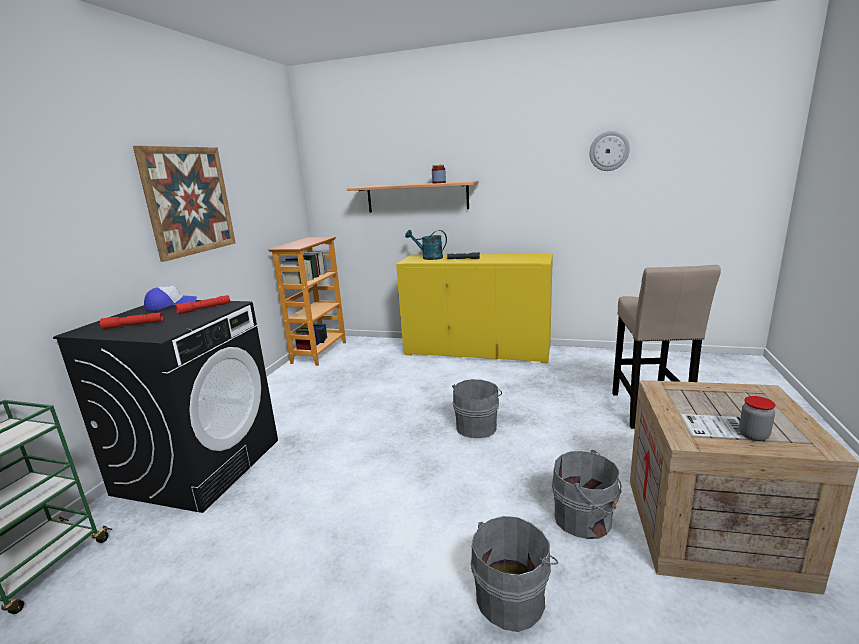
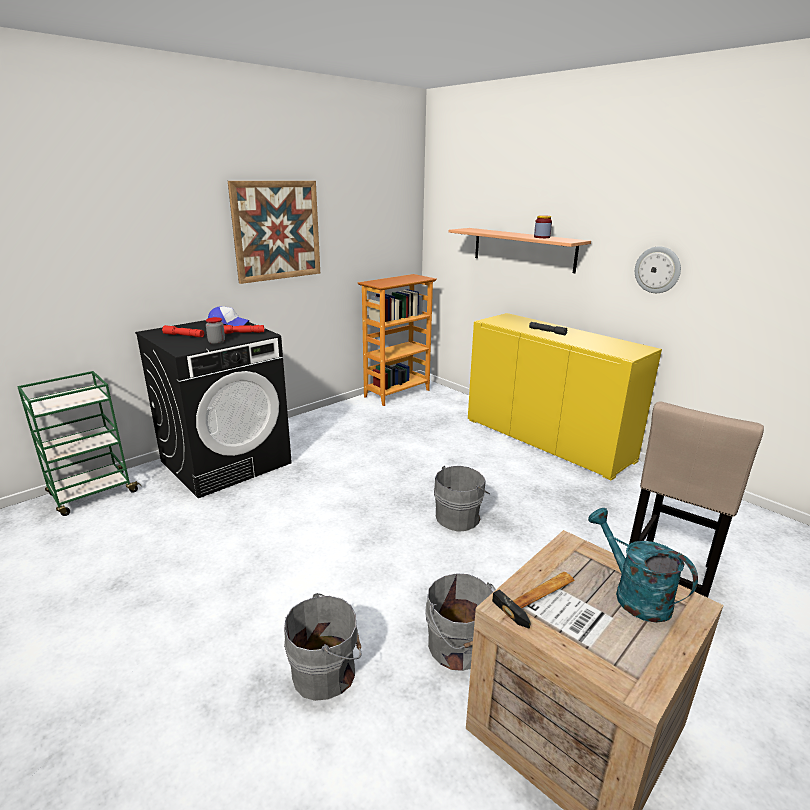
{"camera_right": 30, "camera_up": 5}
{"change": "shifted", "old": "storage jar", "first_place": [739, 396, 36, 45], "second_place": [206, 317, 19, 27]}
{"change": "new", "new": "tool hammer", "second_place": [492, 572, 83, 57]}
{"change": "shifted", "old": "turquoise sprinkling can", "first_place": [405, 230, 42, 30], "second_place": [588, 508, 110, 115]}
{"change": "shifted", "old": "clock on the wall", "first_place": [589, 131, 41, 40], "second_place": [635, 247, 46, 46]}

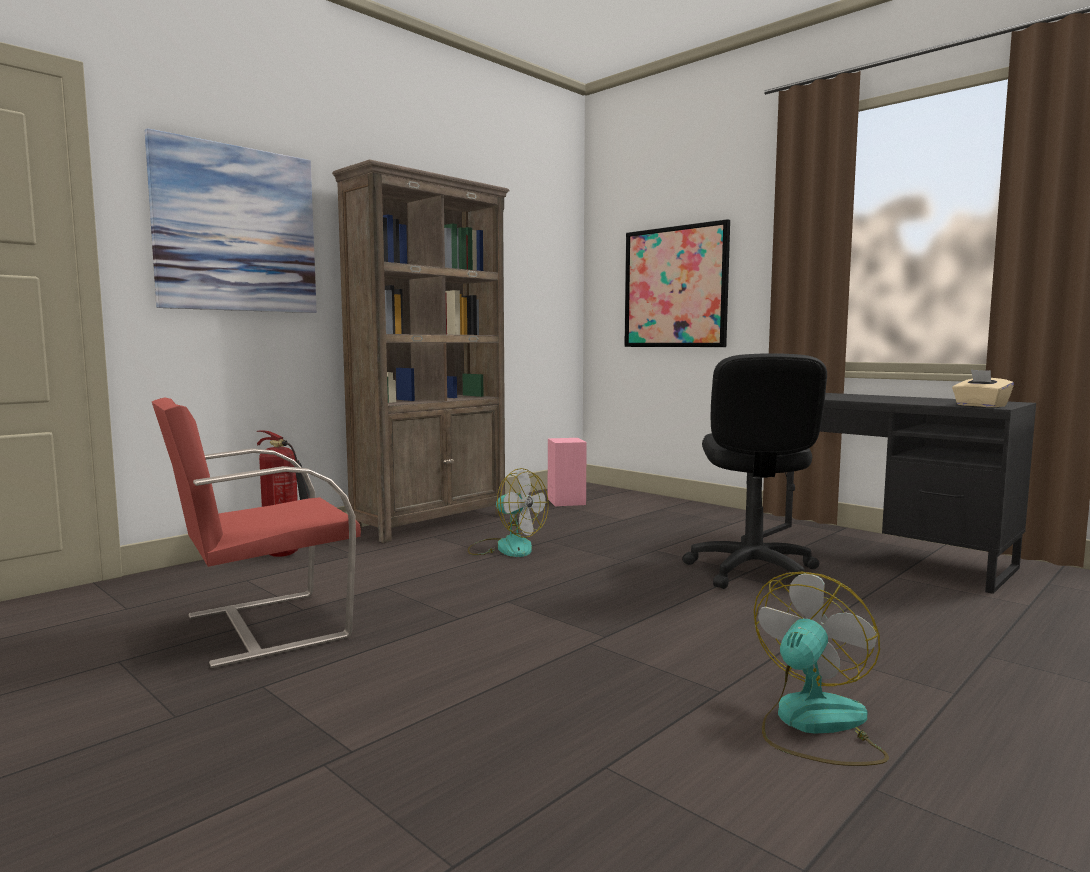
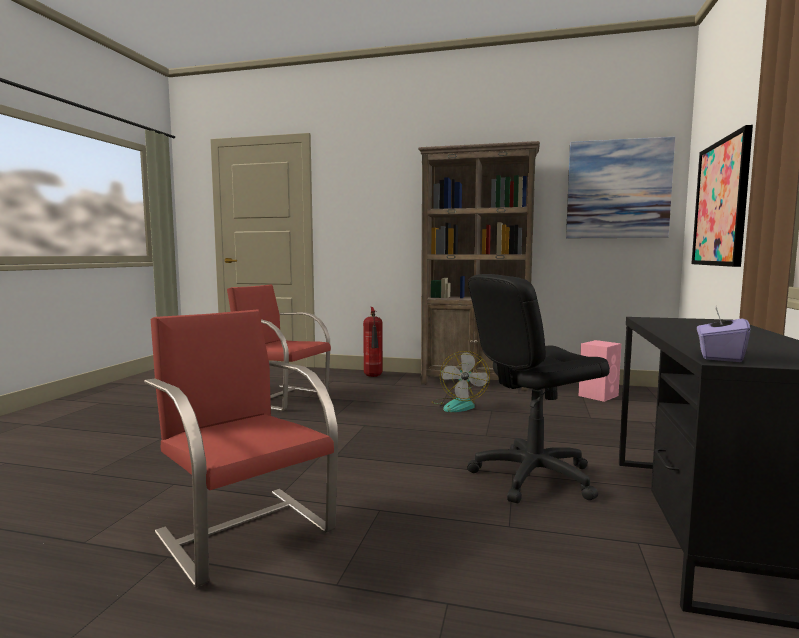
{"camera_right": 60, "camera_up": 0}
{"change": "swapped", "old": "electric fan", "new": "red upright chair", "first_place": [754, 572, 135, 194], "second_place": [144, 309, 194, 279]}
{"change": "shifted", "old": "wall picture", "first_place": [144, 128, 173, 185], "second_place": [566, 137, 109, 101]}
{"change": "repainted", "old": "sand-coloured tissue holder", "new": "purple-coloured tissue holder", "first_place": [952, 369, 62, 38], "second_place": [697, 307, 53, 55]}

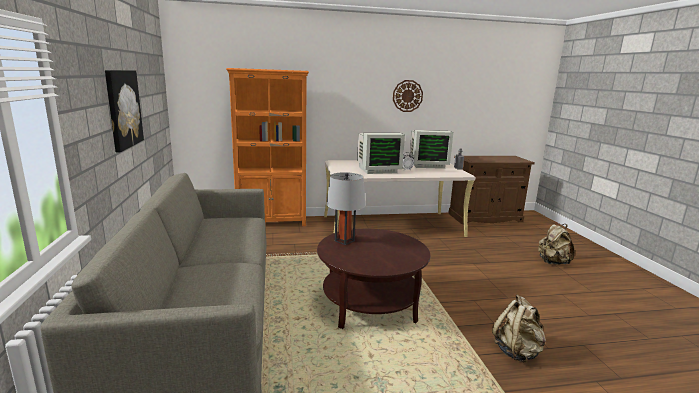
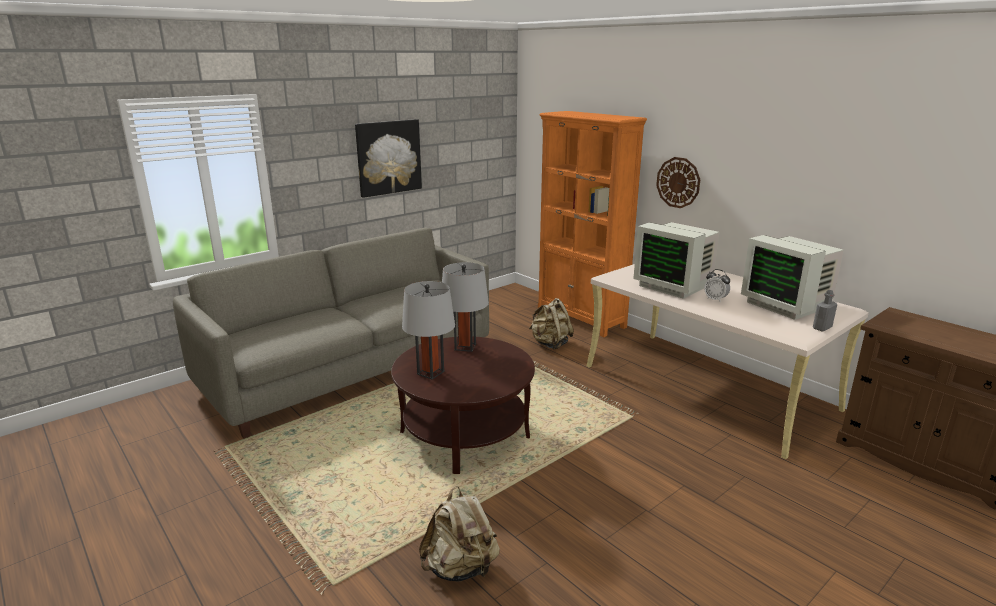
{"camera_right": 60, "camera_up": 5}
{"change": "new", "new": "gray tabletop lamp", "second_place": [402, 281, 53, 98]}
{"change": "shifted", "old": "sand-coloured rucksack", "first_place": [538, 224, 37, 40], "second_place": [529, 298, 45, 52]}
{"change": "shifted", "old": "clock on the wall", "first_place": [393, 80, 30, 32], "second_place": [656, 157, 44, 51]}

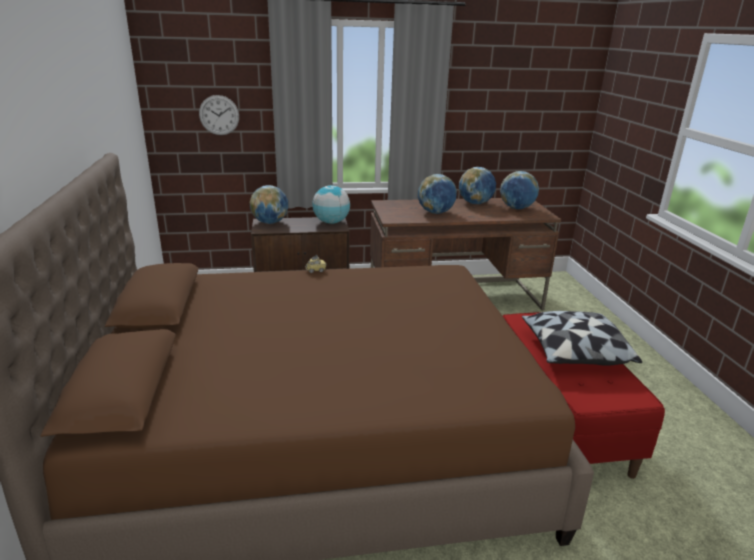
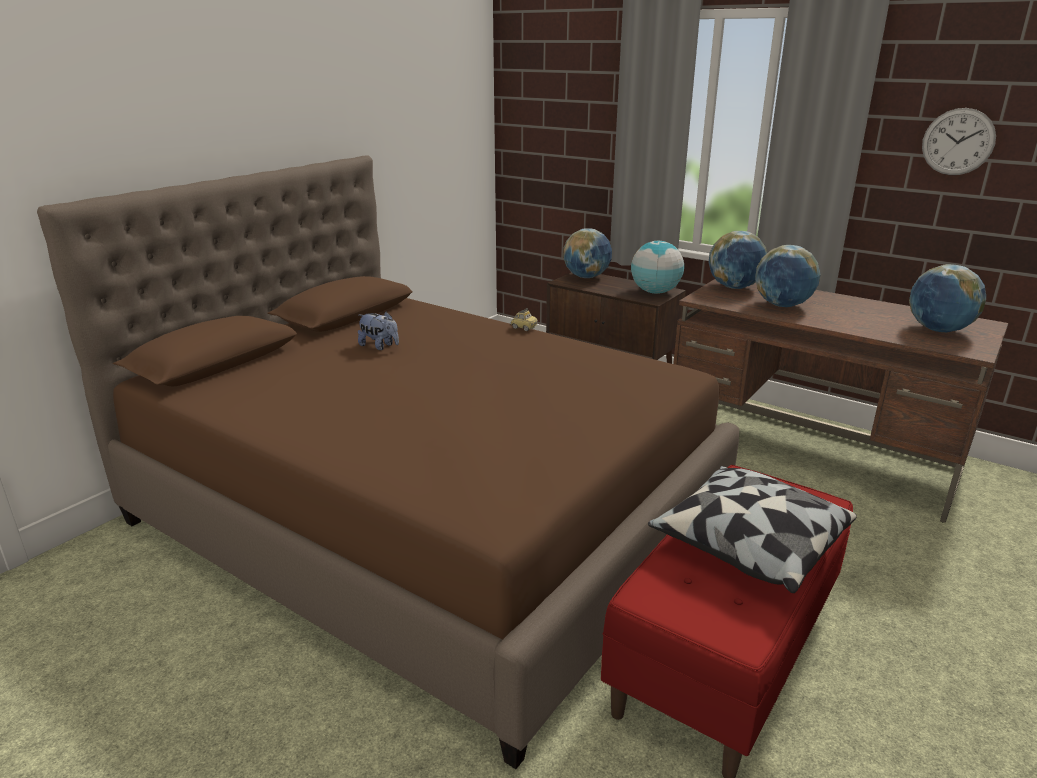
{"camera_right": 45, "camera_up": 0}
{"change": "new", "new": "soft toy", "second_place": [358, 312, 41, 38]}
{"change": "shifted", "old": "desk globe", "first_place": [459, 167, 37, 37], "second_place": [708, 231, 59, 58]}
{"change": "shifted", "old": "clock on the wall", "first_place": [199, 95, 40, 40], "second_place": [922, 108, 74, 67]}

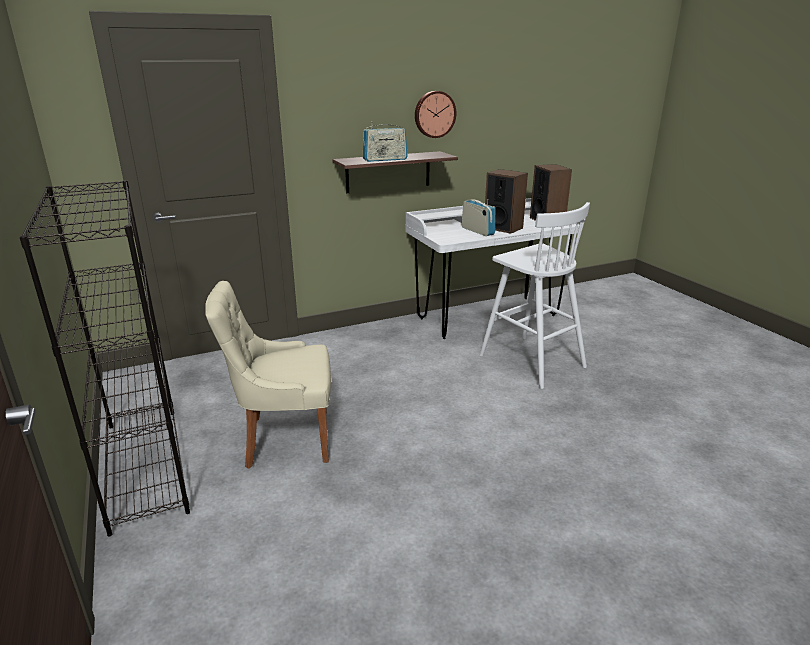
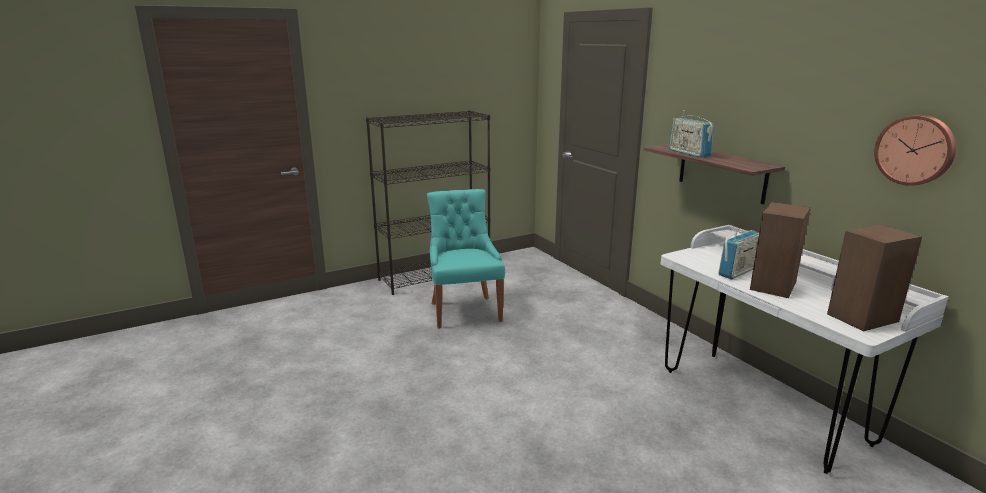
{"camera_right": 85, "camera_up": -5}
{"change": "repainted", "old": "sand-coloured upright chair", "new": "turquoise upright chair", "first_place": [205, 281, 126, 188], "second_place": [427, 189, 78, 140]}
{"change": "shifted", "old": "clock on the wall", "first_place": [415, 91, 41, 47], "second_place": [874, 115, 82, 71]}
{"change": "gone", "old": "whitish stool", "first_place": [480, 202, 110, 187]}

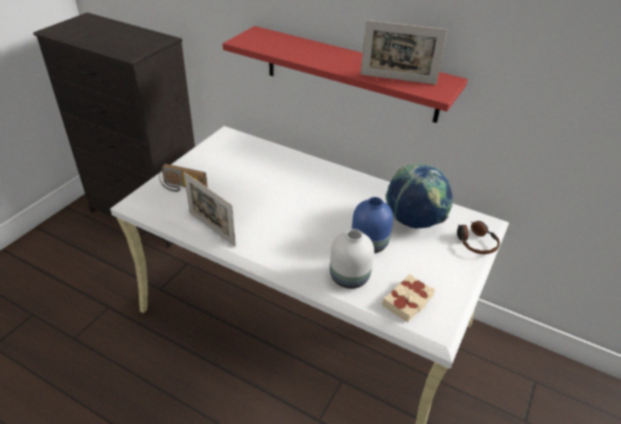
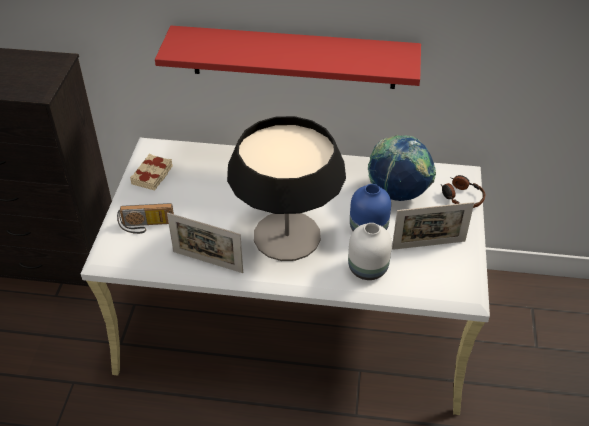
{"camera_right": -20, "camera_up": 5}
{"change": "shifted", "old": "sand-coloured book", "first_place": [382, 274, 53, 48], "second_place": [130, 154, 43, 37]}
{"change": "new", "new": "tabletop lamp", "second_place": [227, 116, 119, 145]}
{"change": "shifted", "old": "standing frame", "first_place": [360, 20, 87, 64], "second_place": [392, 202, 82, 48]}

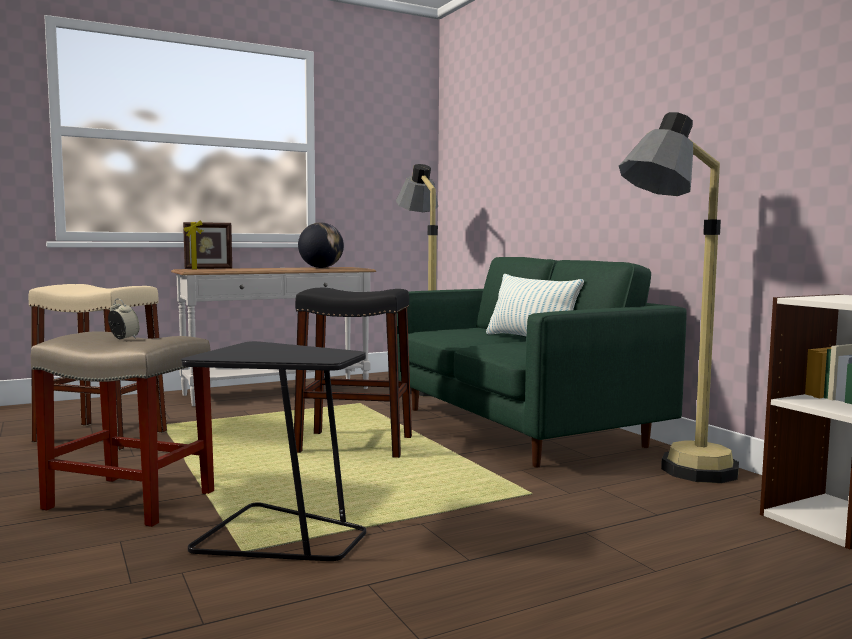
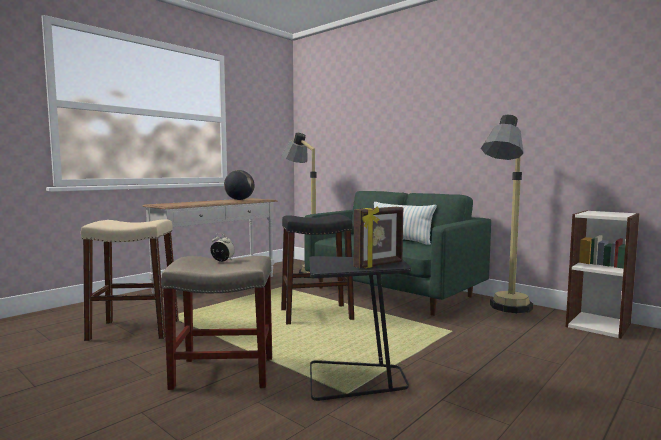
{"camera_right": -20, "camera_up": 0}
{"change": "shifted", "old": "standing frame", "first_place": [183, 220, 49, 49], "second_place": [354, 207, 49, 61]}

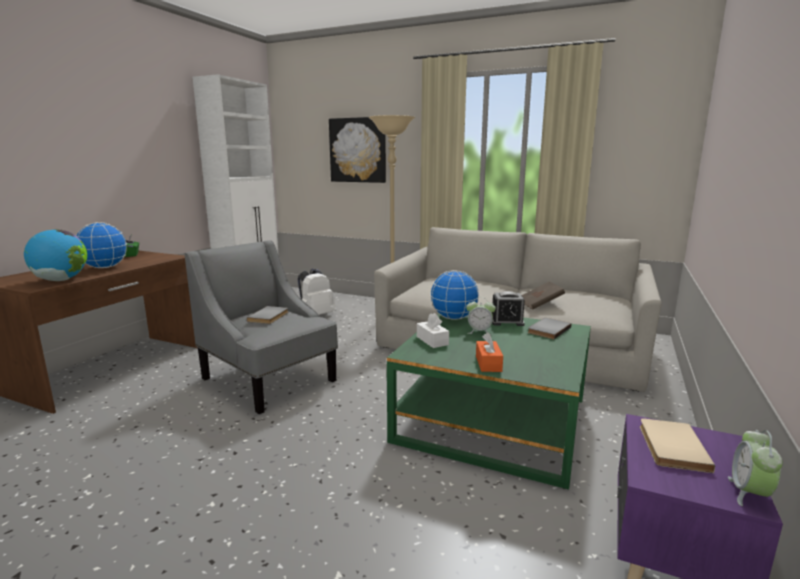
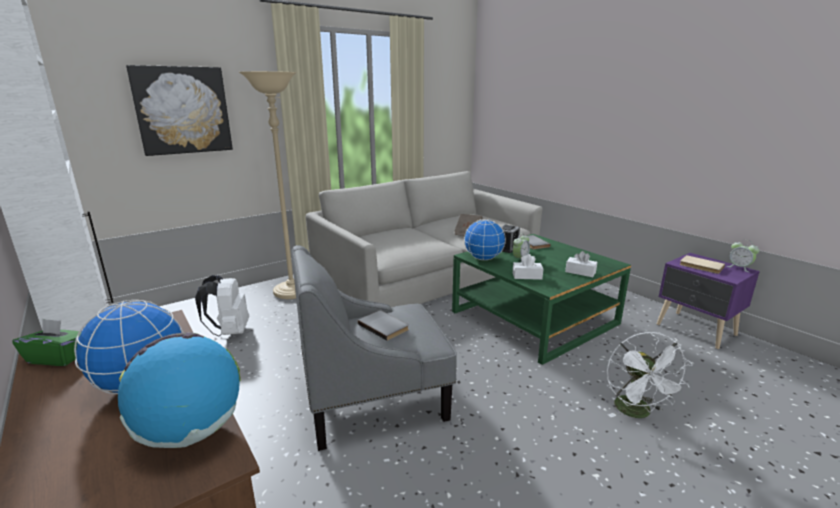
{"camera_right": -60, "camera_up": 5}
{"change": "repainted", "old": "orange-coloured tissue holder", "new": "whitish tissue holder", "first_place": [476, 333, 27, 39], "second_place": [565, 251, 32, 26]}
{"change": "new", "new": "whitish electric fan", "second_place": [607, 332, 86, 86]}

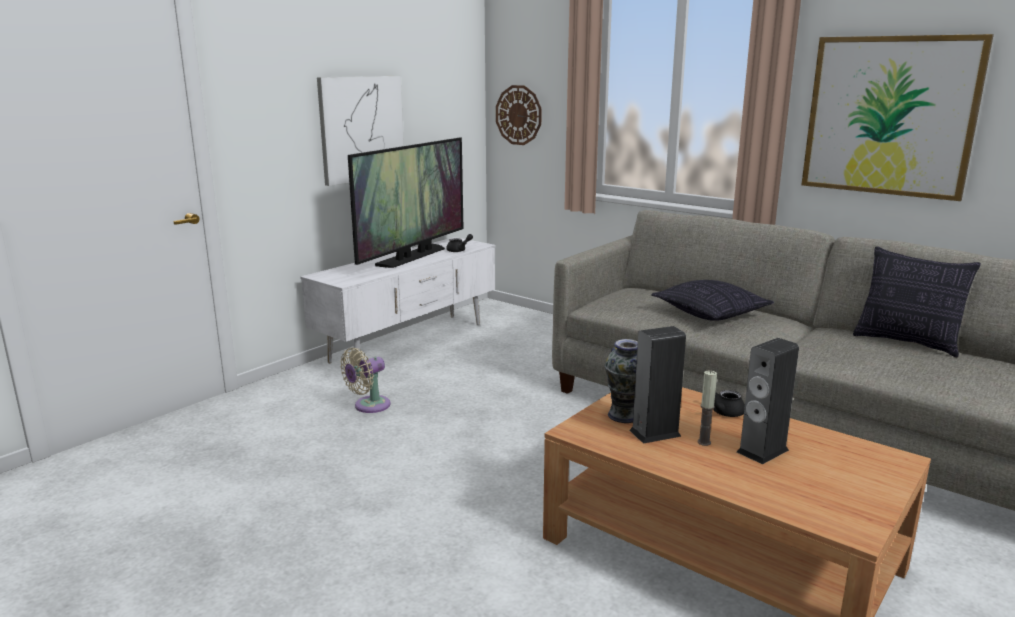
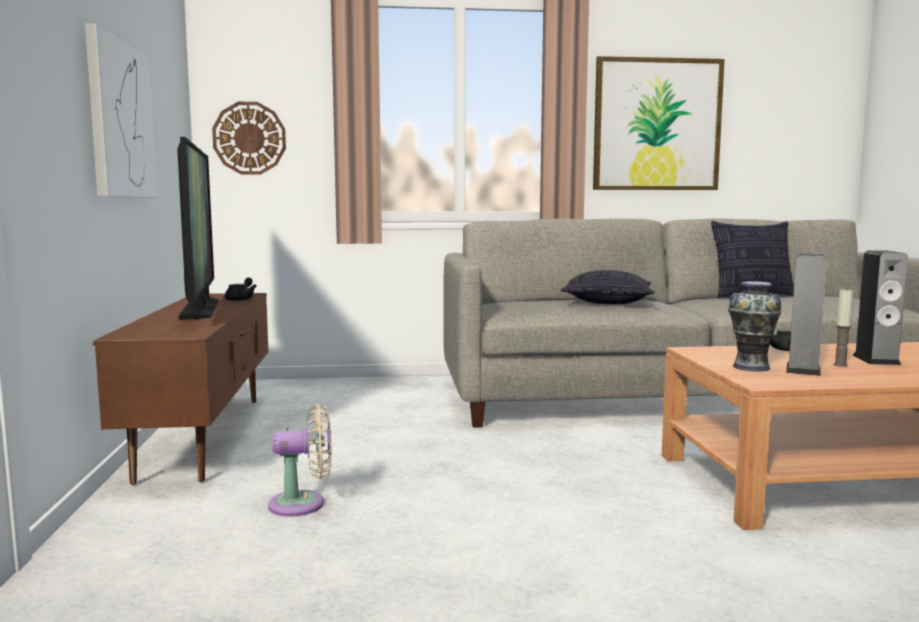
{"camera_right": -45, "camera_up": -10}
{"change": "repainted", "old": "whitish media console", "new": "brownish media console", "first_place": [300, 237, 195, 126], "second_place": [92, 293, 176, 192]}
{"change": "rotated", "old": "sand-coloured electric fan", "first_place": [340, 348, 51, 65], "second_place": [268, 404, 63, 113], "degrees": -105}

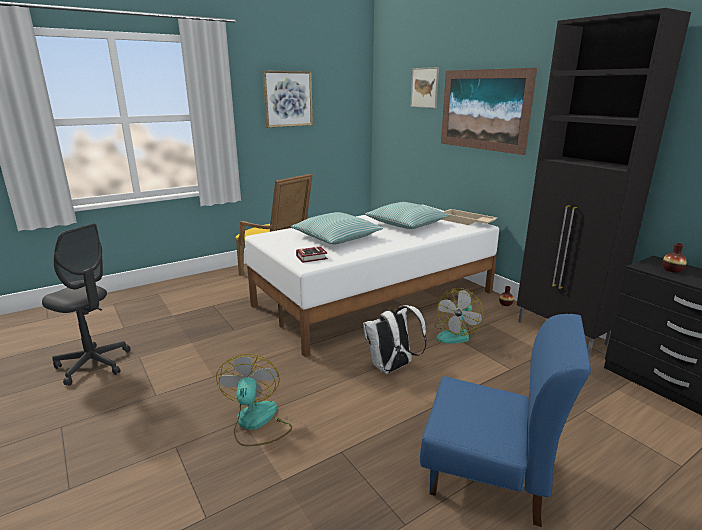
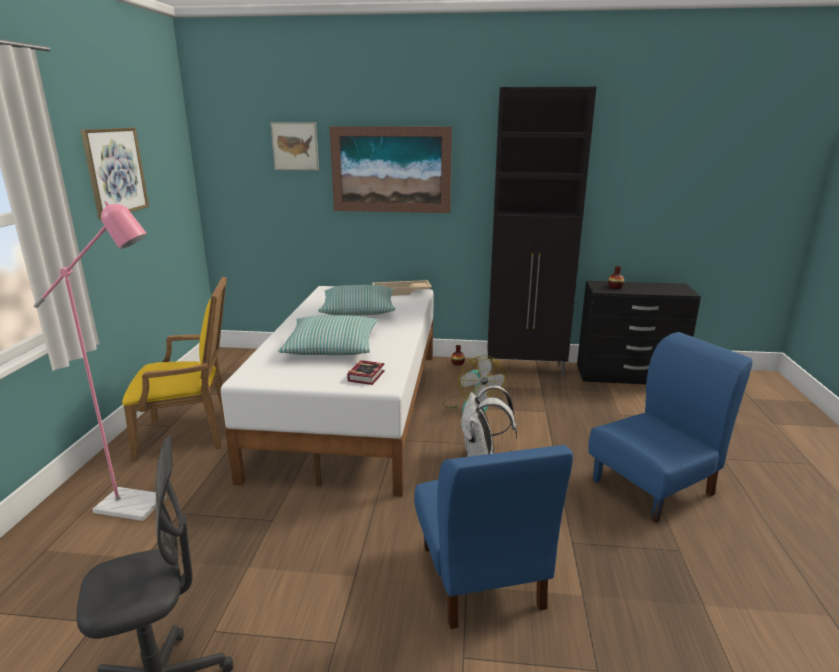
{"camera_right": -50, "camera_up": 0}
{"change": "new", "new": "pink-coloured standard lamp", "second_place": [34, 201, 132, 320]}
{"change": "swapped", "old": "electric fan", "new": "blue-coloured upright chair", "first_place": [216, 354, 76, 93], "second_place": [414, 445, 159, 184]}

